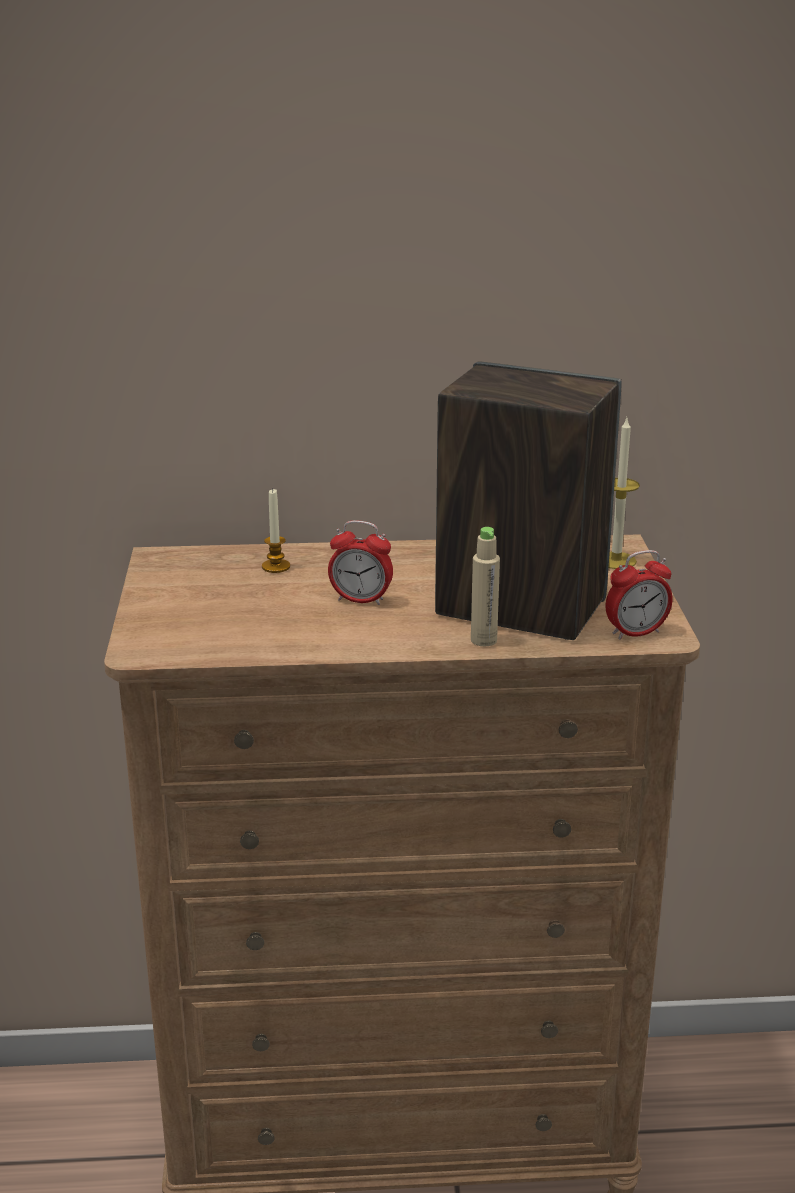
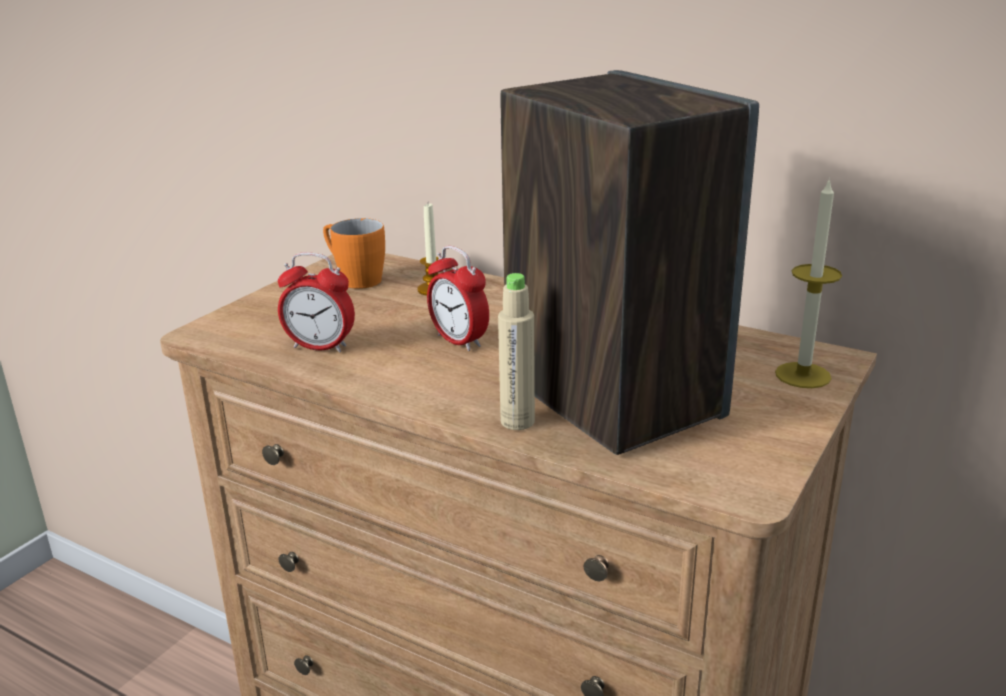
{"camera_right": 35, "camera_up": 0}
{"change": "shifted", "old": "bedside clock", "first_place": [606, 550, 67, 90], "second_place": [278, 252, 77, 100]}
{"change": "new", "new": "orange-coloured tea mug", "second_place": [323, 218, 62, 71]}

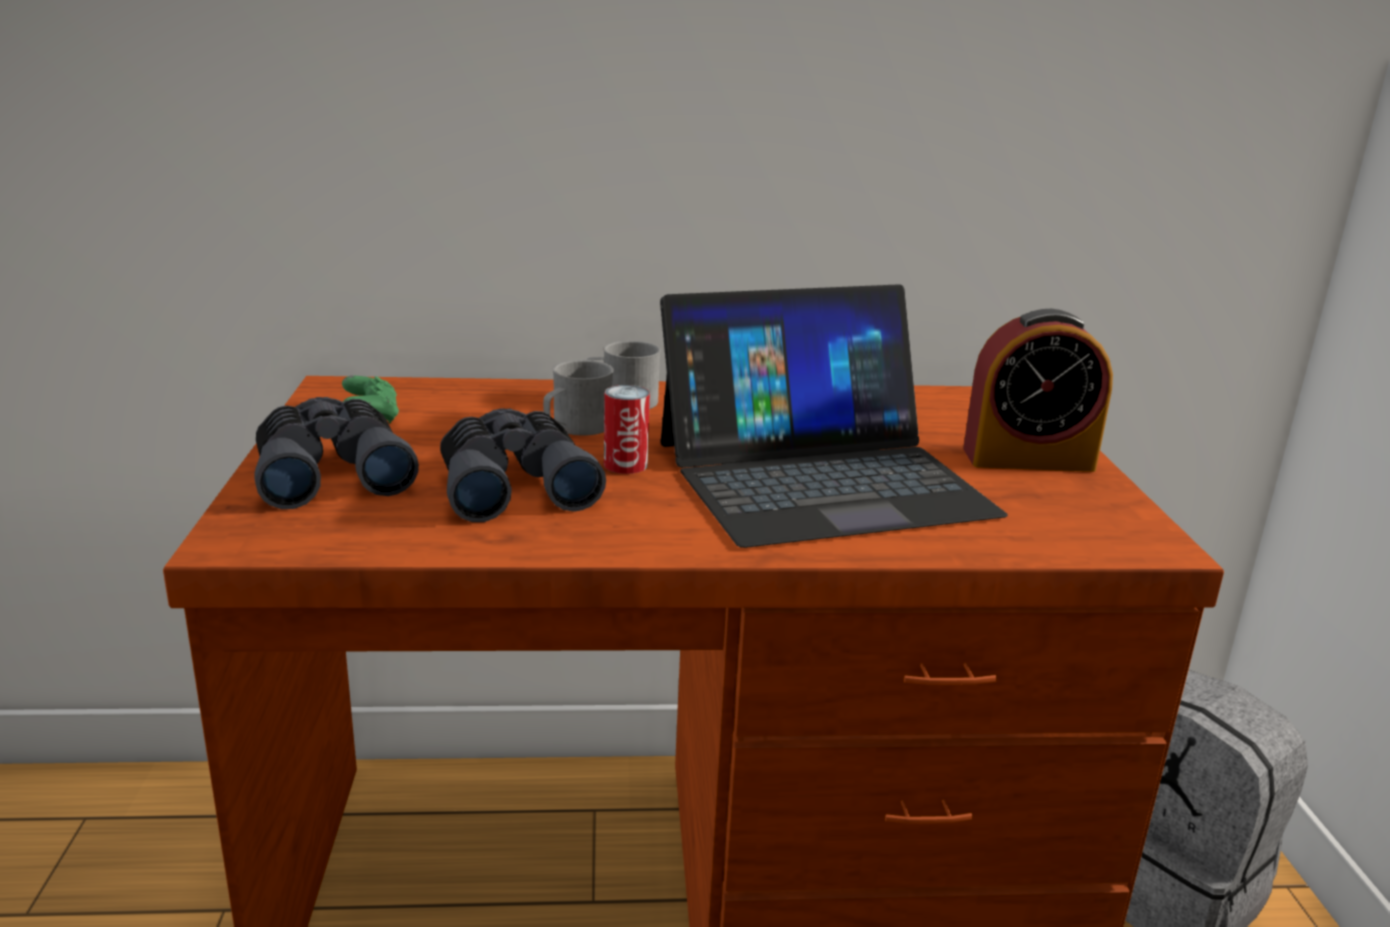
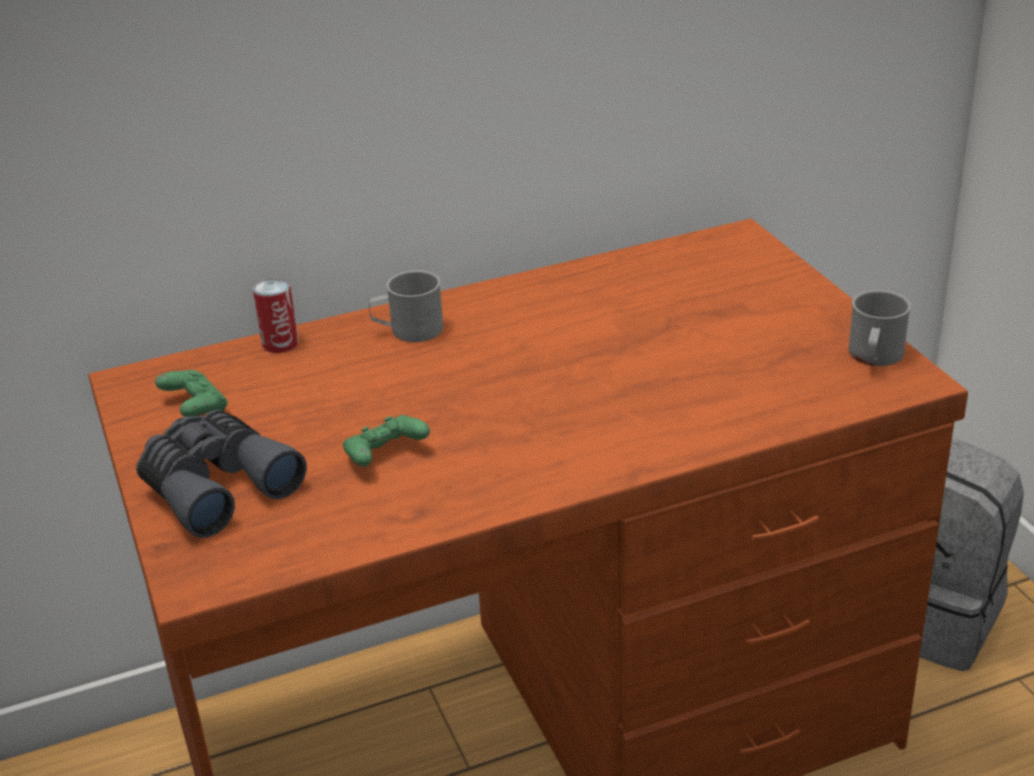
{"camera_right": -15, "camera_up": 10}
{"change": "shifted", "old": "can", "first_place": [604, 385, 46, 89], "second_place": [253, 278, 46, 75]}
{"change": "swapped", "old": "gray binoculars", "new": "green joypad", "first_place": [440, 408, 166, 114], "second_place": [343, 415, 87, 52]}
{"change": "shifted", "old": "gray tea mug", "first_place": [543, 360, 71, 76], "second_place": [849, 290, 62, 76]}
{"change": "gone", "old": "notebook computer", "first_place": [660, 284, 348, 264]}
{"change": "gone", "old": "bedside clock", "first_place": [963, 309, 150, 163]}

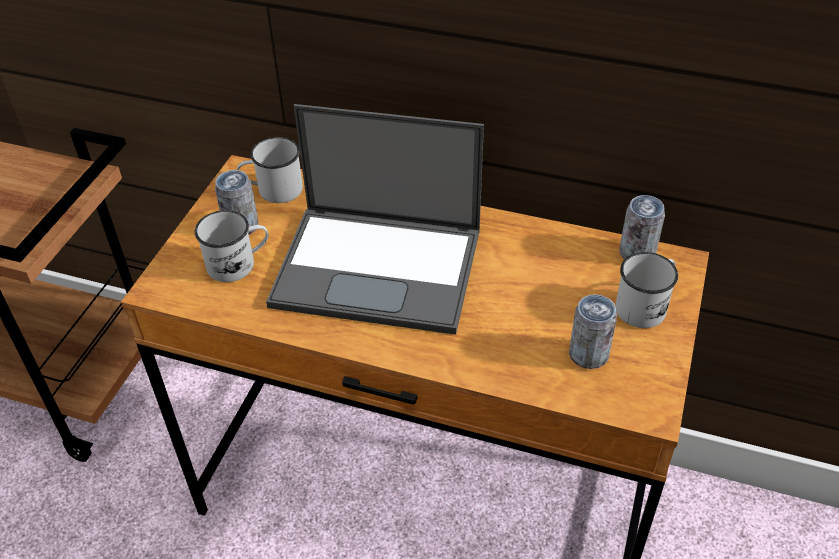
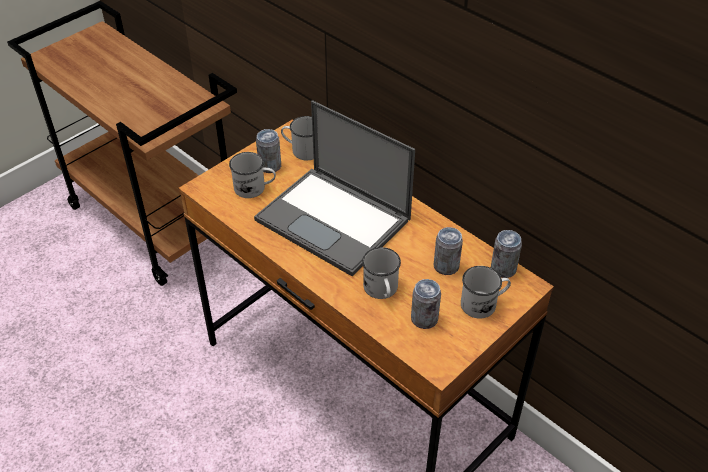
{"camera_right": 25, "camera_up": 0}
{"change": "new", "new": "whitish tea mug", "second_place": [362, 247, 39, 52]}
{"change": "new", "new": "can", "second_place": [434, 227, 29, 48]}

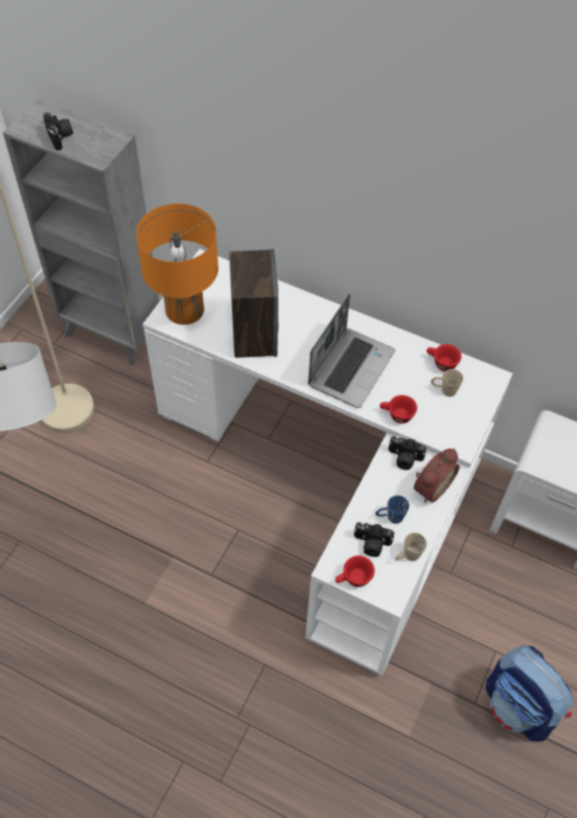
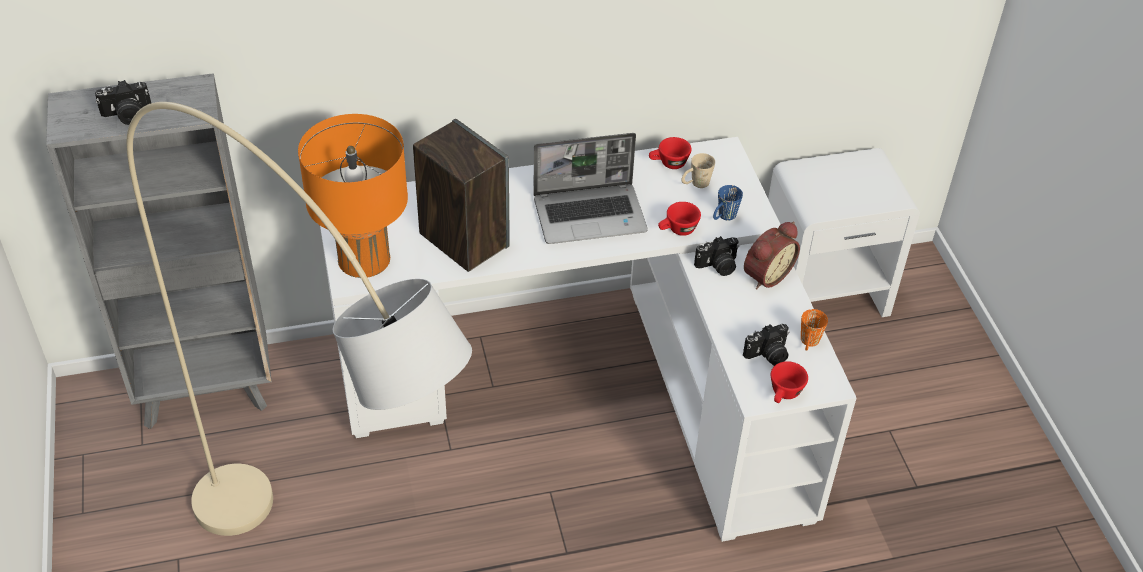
{"camera_right": -40, "camera_up": -10}
{"change": "rotated", "old": "still camera", "first_place": [43, 112, 30, 38], "second_place": [95, 80, 56, 45], "degrees": 135}
{"change": "rotated", "old": "notebook computer", "first_place": [308, 294, 87, 114], "second_place": [533, 133, 115, 111], "degrees": 90}
{"change": "shifted", "old": "blue-coloured tea mug", "first_place": [375, 495, 34, 29], "second_place": [713, 185, 30, 36]}
{"change": "rotated", "old": "bedside clock", "first_place": [414, 449, 46, 54], "second_place": [744, 222, 56, 67], "degrees": 45}
{"change": "repainted", "old": "sand-coloured tea mug", "new": "orange-coloured tea mug", "first_place": [395, 533, 32, 28], "second_place": [801, 309, 27, 42]}
{"change": "gone", "old": "rucksack", "first_place": [486, 645, 87, 96]}

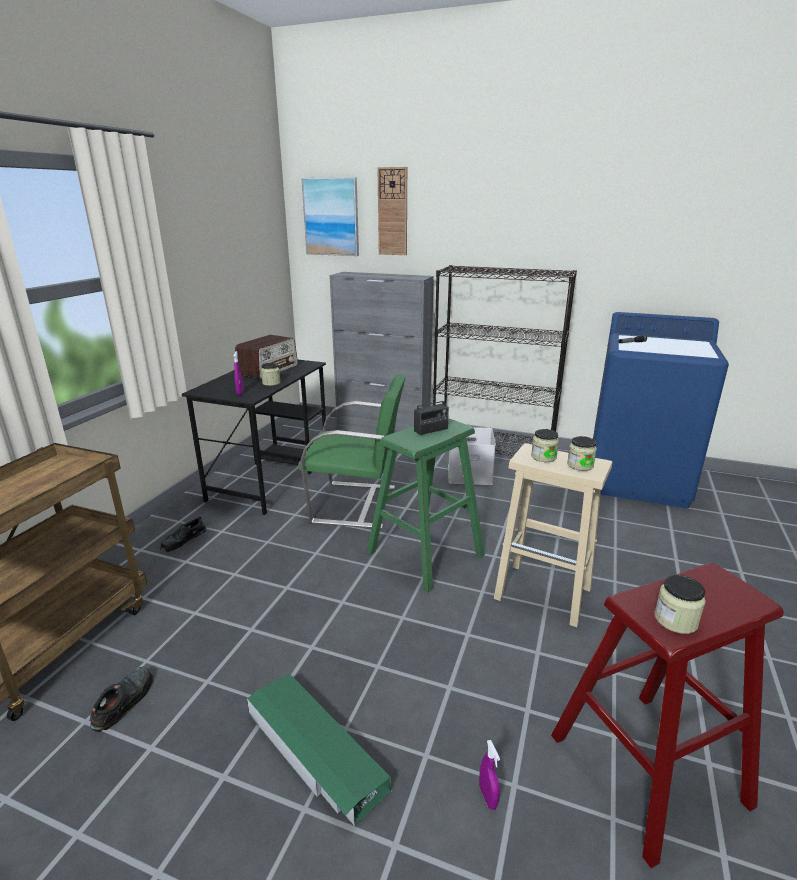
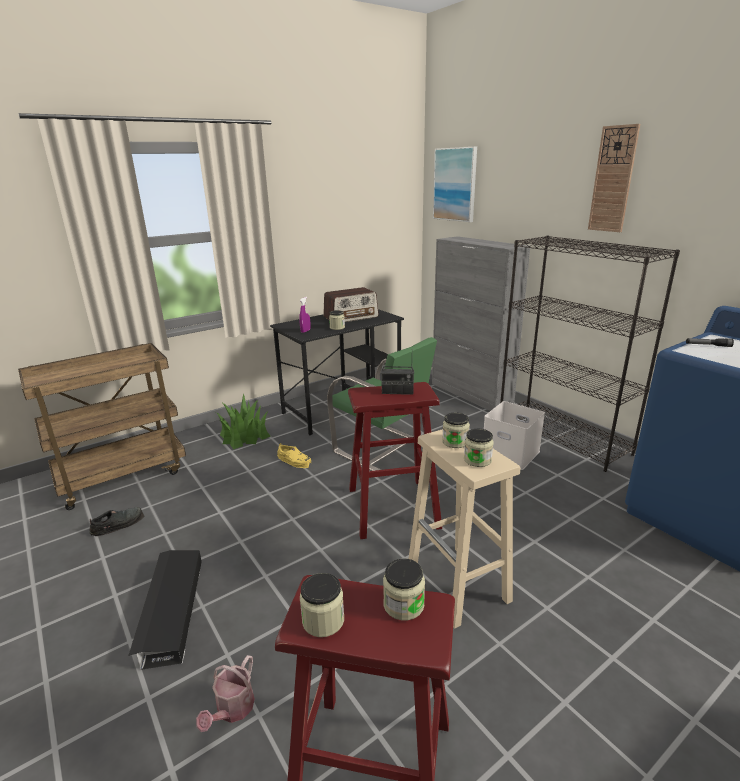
{"camera_right": 35, "camera_up": 0}
{"change": "repainted", "old": "green storage box", "new": "black storage box", "first_place": [247, 674, 144, 152], "second_place": [128, 550, 74, 120]}
{"change": "swapped", "old": "purple-coloured spray bottle", "new": "sprinkling can", "first_place": [479, 740, 21, 70], "second_place": [196, 655, 59, 77]}
{"change": "swapped", "old": "black shoe", "new": "houseplant", "first_place": [160, 516, 47, 36], "second_place": [216, 393, 55, 56]}
{"change": "new", "new": "yellow shoe", "second_place": [277, 443, 35, 25]}
{"change": "repainted", "old": "green stool", "new": "red stool", "first_place": [367, 418, 118, 174], "second_place": [348, 382, 94, 157]}
{"change": "new", "new": "storage jar", "second_place": [383, 559, 42, 61]}
{"change": "shifted", "old": "clock on the wall", "first_place": [377, 167, 30, 88], "second_place": [588, 124, 52, 108]}

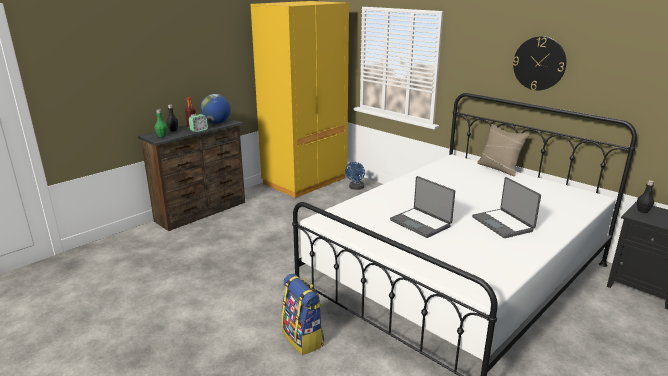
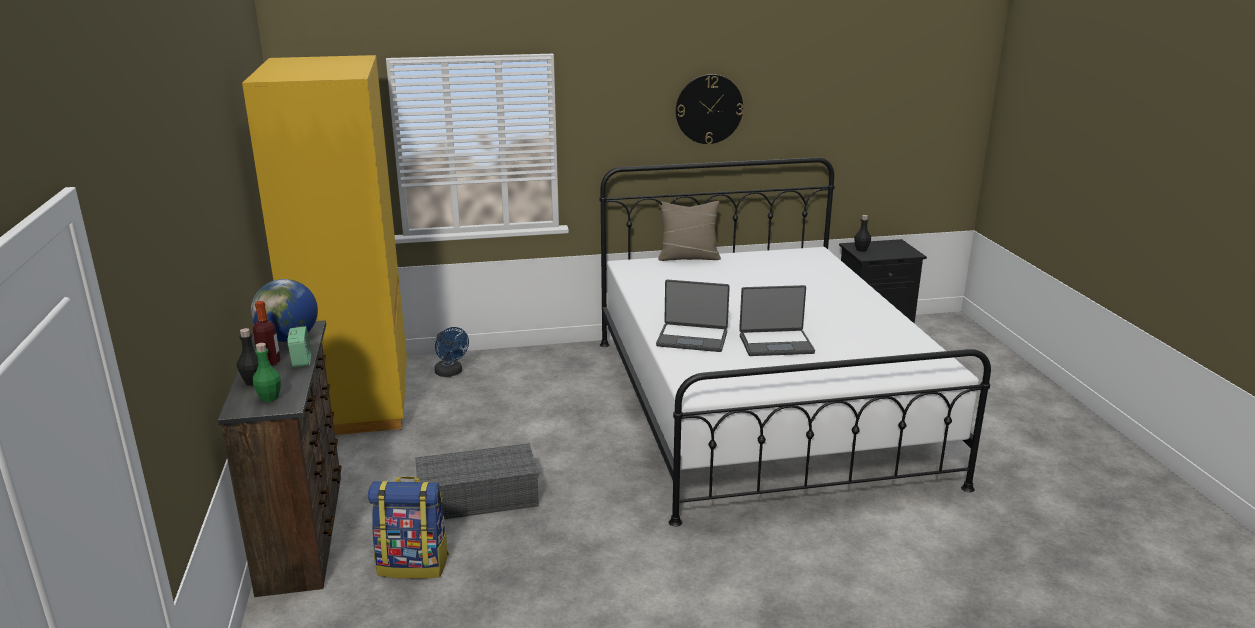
{"camera_right": -55, "camera_up": 0}
{"change": "shifted", "old": "rucksack", "first_place": [281, 274, 43, 81], "second_place": [368, 476, 81, 103]}
{"change": "new", "new": "gray storage box", "second_place": [415, 443, 124, 76]}
{"change": "shifted", "old": "notebook computer", "first_place": [472, 177, 69, 61], "second_place": [656, 280, 74, 72]}

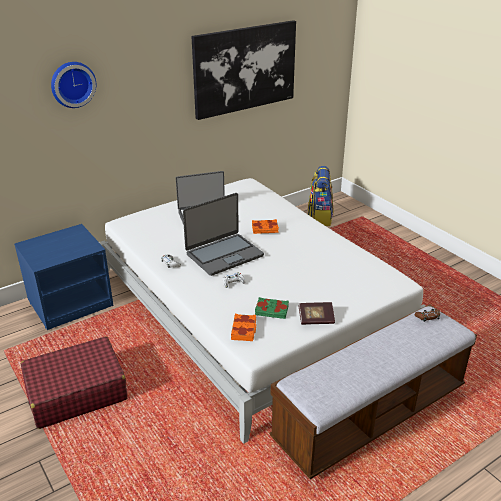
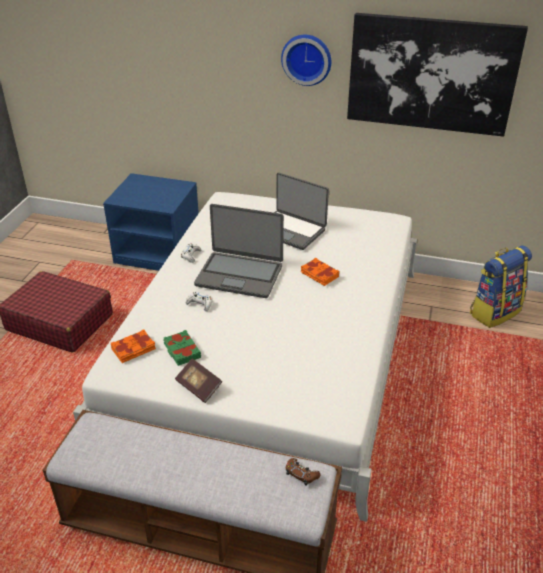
{"camera_right": 50, "camera_up": 5}
{"change": "shifted", "old": "clock on the wall", "first_place": [51, 62, 45, 46], "second_place": [281, 35, 50, 51]}

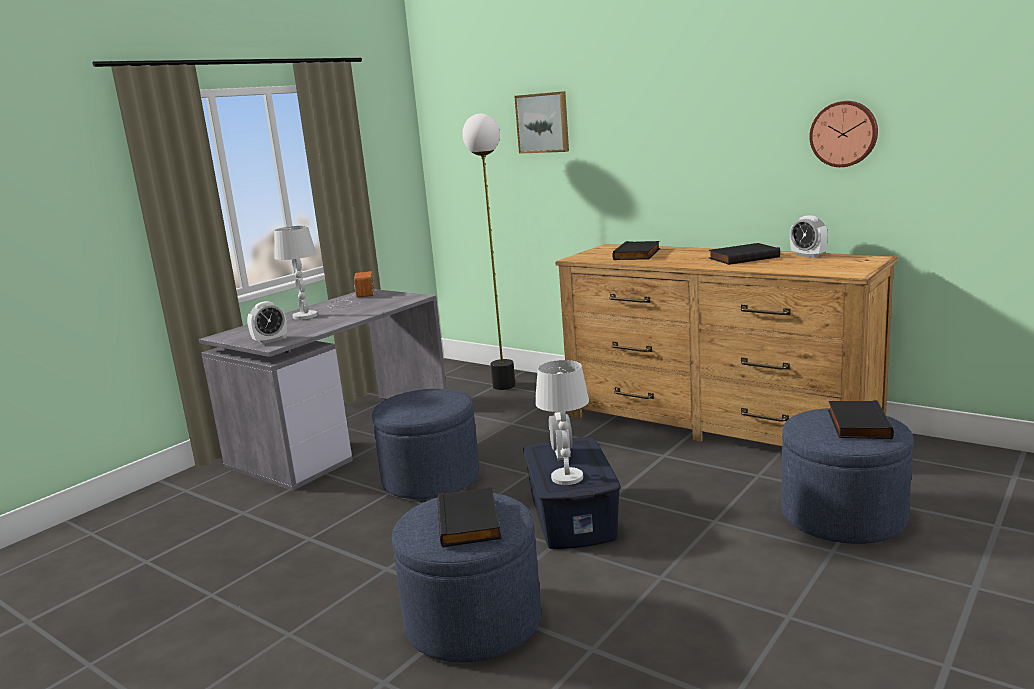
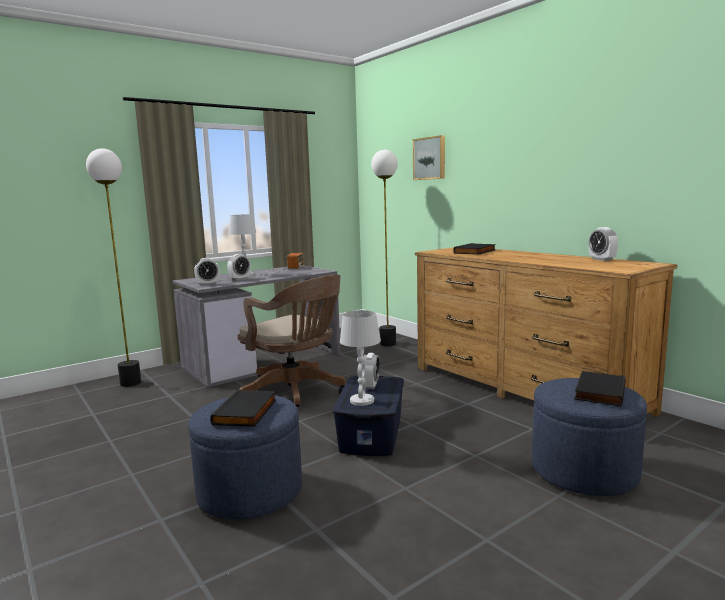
{"camera_right": 15, "camera_up": -5}
{"change": "new", "new": "standard lamp", "second_place": [86, 148, 55, 239]}
{"change": "new", "new": "bedside clock", "second_place": [227, 254, 24, 27]}
{"change": "swapped", "old": "blue-coloured footrest", "new": "brownish computer chair", "first_place": [372, 389, 108, 110], "second_place": [238, 275, 108, 132]}
{"change": "gone", "old": "black book", "first_place": [709, 243, 71, 22]}
{"change": "gone", "old": "clock on the wall", "first_place": [809, 101, 69, 66]}

